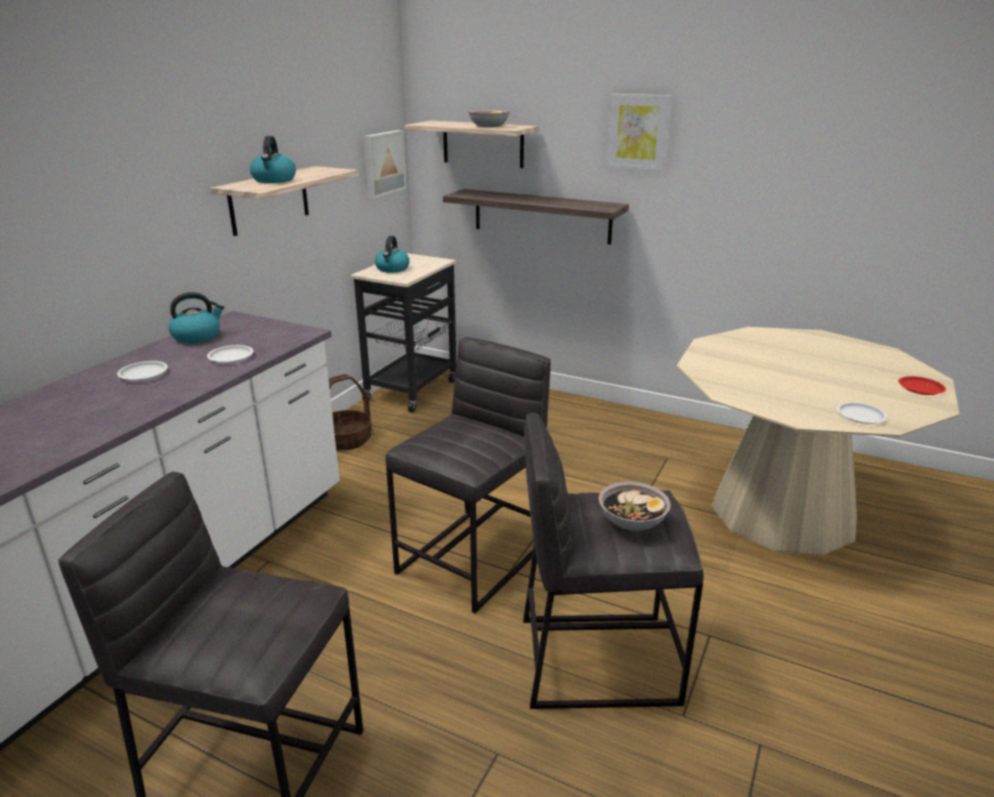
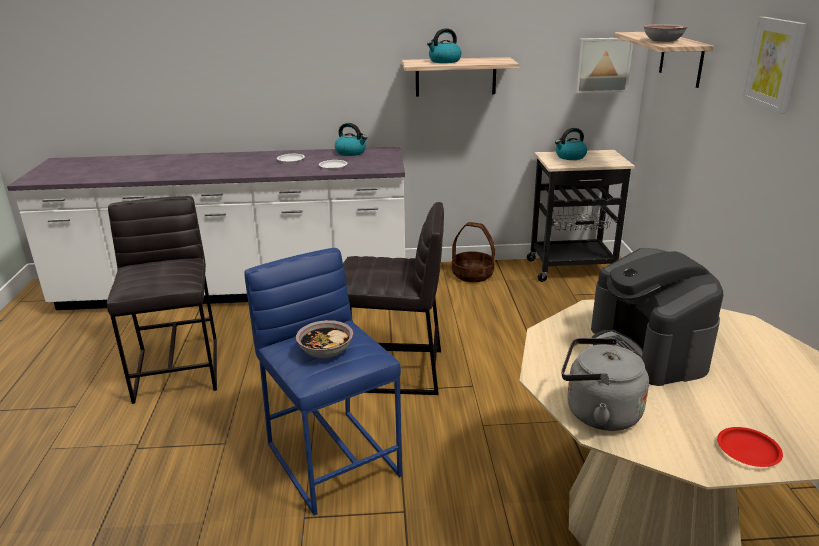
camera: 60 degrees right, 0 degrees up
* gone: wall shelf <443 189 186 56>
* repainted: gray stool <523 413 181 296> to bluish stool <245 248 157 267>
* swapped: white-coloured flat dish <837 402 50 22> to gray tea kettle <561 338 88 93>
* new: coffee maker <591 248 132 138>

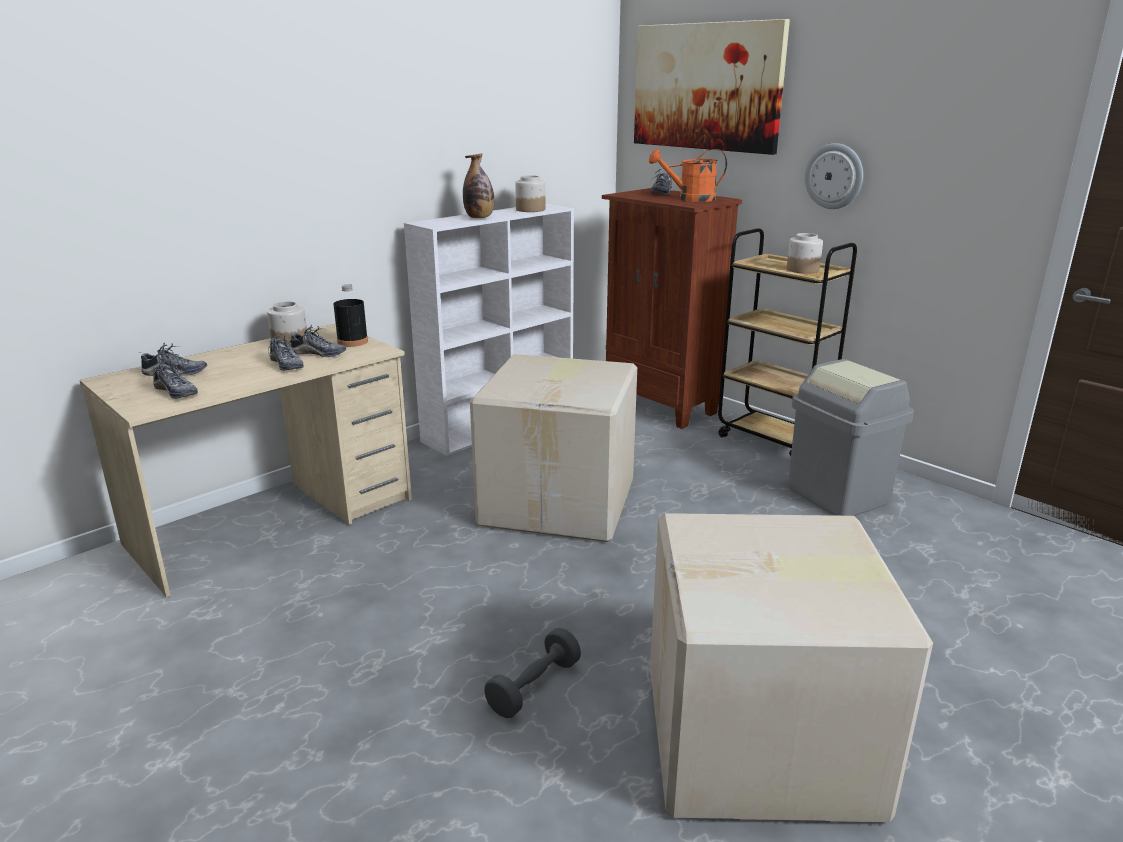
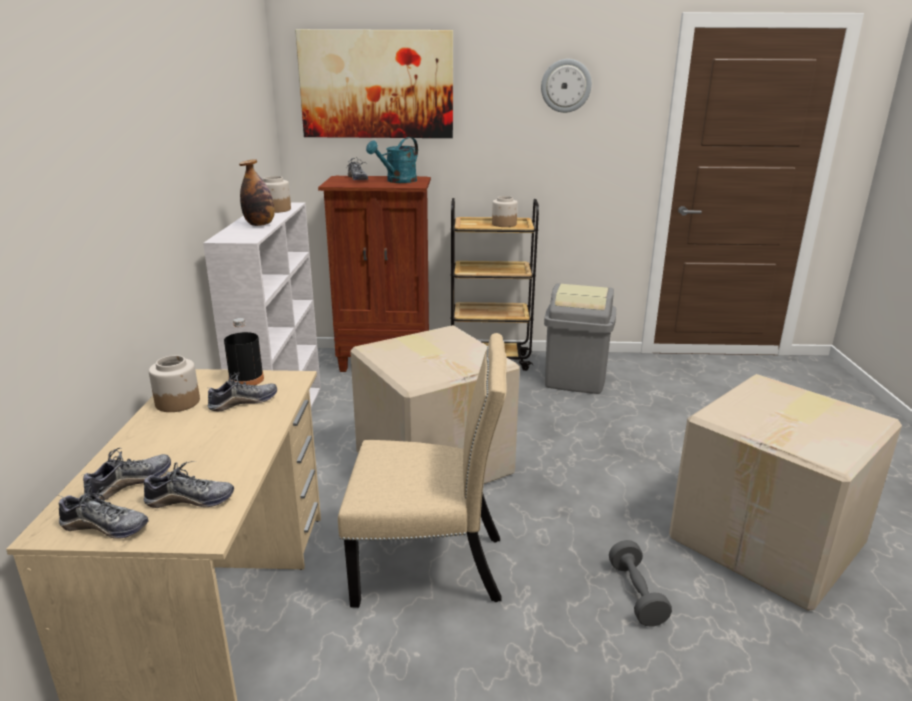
camera: 45 degrees left, 0 degrees up
* shifted: low shoe <268 334 36 37> to <59 486 90 53>
* repainted: orange watering pot <649 149 78 53> to turquoise-coloured watering pot <366 137 52 46>
* shifted: clock on the wall <805 143 58 66> to <541 59 51 54>
* new: sand-coloured plain chair <338 333 169 275>

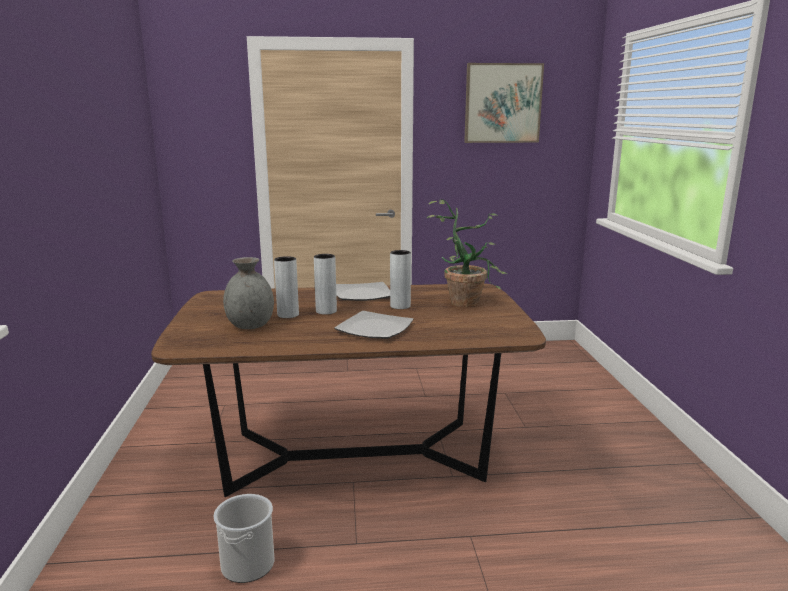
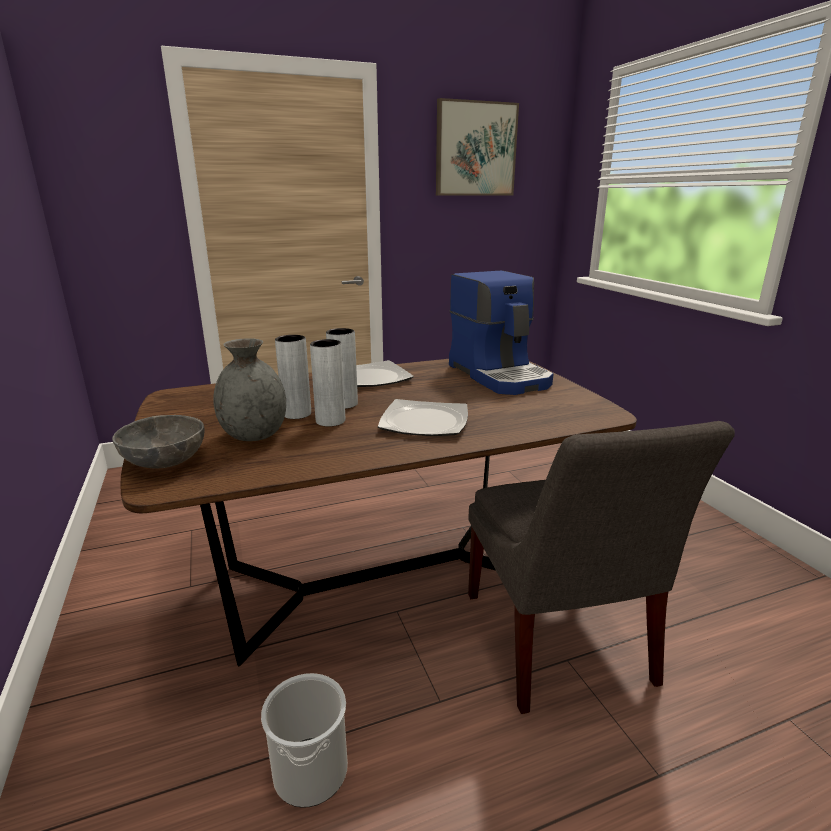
camera: 15 degrees left, 5 degrees up
* shifted: gray decorative vase <390 250 21 59> to <310 339 35 88>
* swapped: plant in a pot <427 199 80 108> to coffee maker <449 271 104 124>
* new: gray bowl <112 415 93 54>
* new: gray plain chair <468 421 267 293>

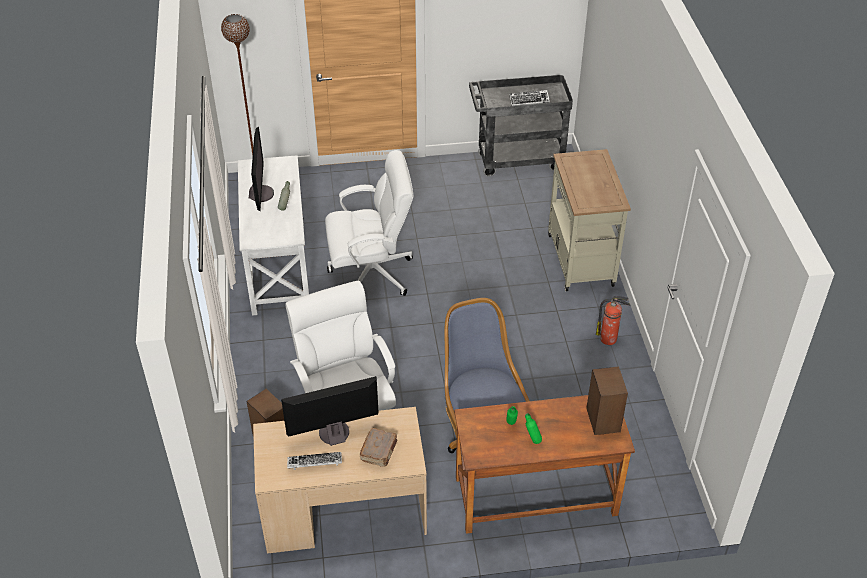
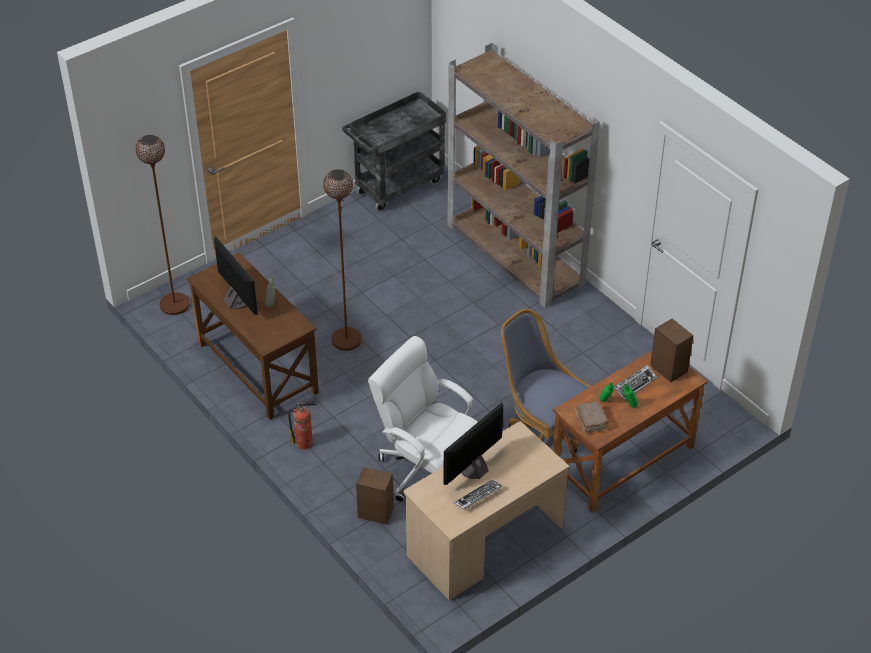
camera: 30 degrees left, 0 degrees up
* repainted: white-coloured desk unit <238 155 71 160> to brownish desk unit <187 253 132 167>
* swapped: white-coloured computer chair <325 150 88 146> to brownish standing lamp <323 169 39 182>
* shifted: brownish bound book <360 428 37 39> to <575 401 34 32>
* shifted: computer keyboard <509 90 41 16> to <614 365 43 35>
* swapped: sand-coloured trolley <548 149 83 142> to brownish bookshelf <448 43 152 265>
* shifted: fire extinguisher <596 296 34 49> to <288 398 29 51>

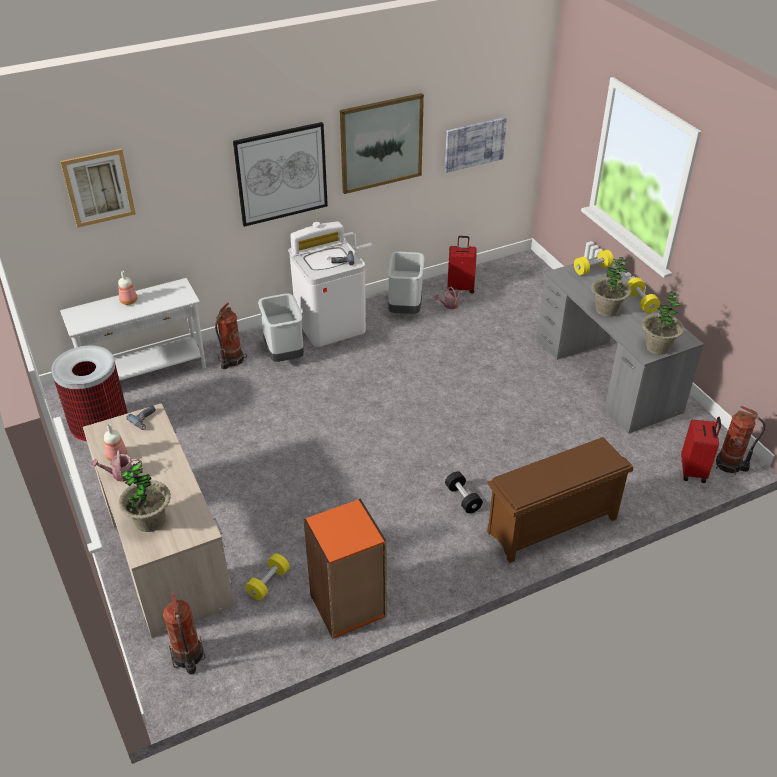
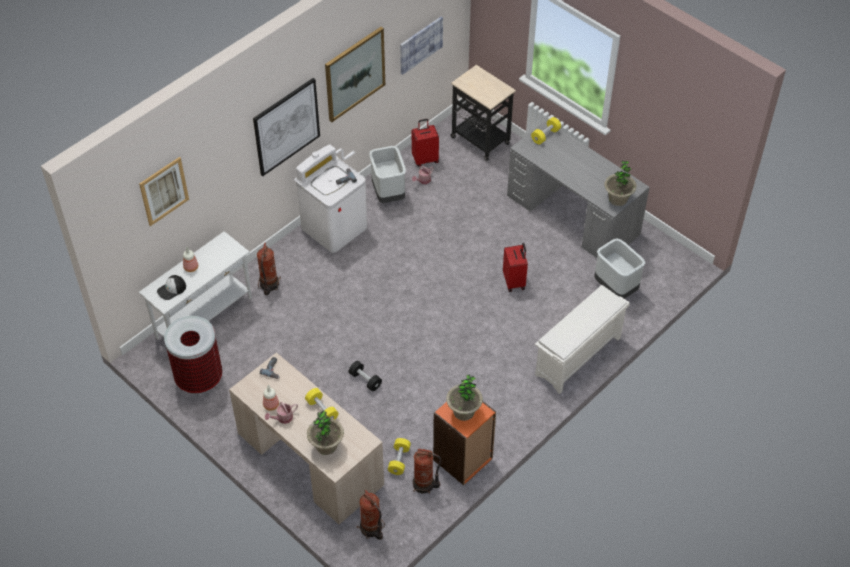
camera: 20 degrees left, 10 degrees up
* shifted: gray rubbish bin <258 293 46 69> to <594 238 52 61>
* shifted: black-coloured free weight <445 471 38 42> to <349 361 33 30>
* repainted: brownish shoe stand <487 437 147 126> to white-coloured shoe stand <535 285 95 109>
* shifted: plant in a pot <591 257 40 60> to <446 375 37 46>
* shifted: yellow-coloured free weight <627 277 33 36> to <305 388 33 31>
* shifted: red-coloured travel case <681 417 40 66> to <503 243 25 49>
* shifted: fire extinguisher <716 406 49 69> to <413 449 28 45>
* new: peaked cap <157 275 29 25>
* new: trolley <451 65 65 96>

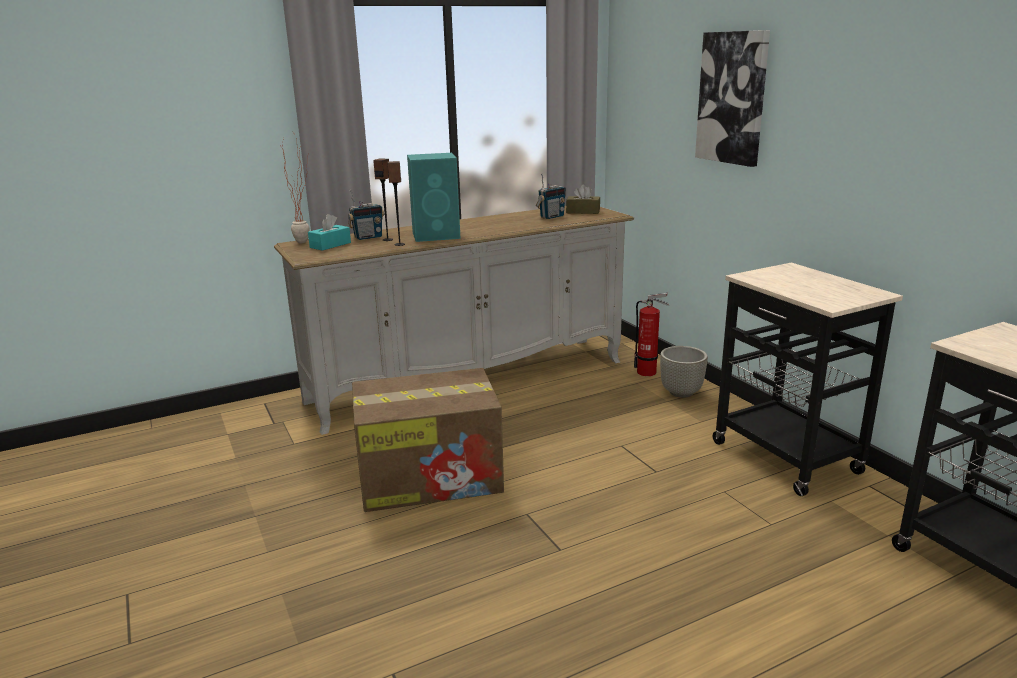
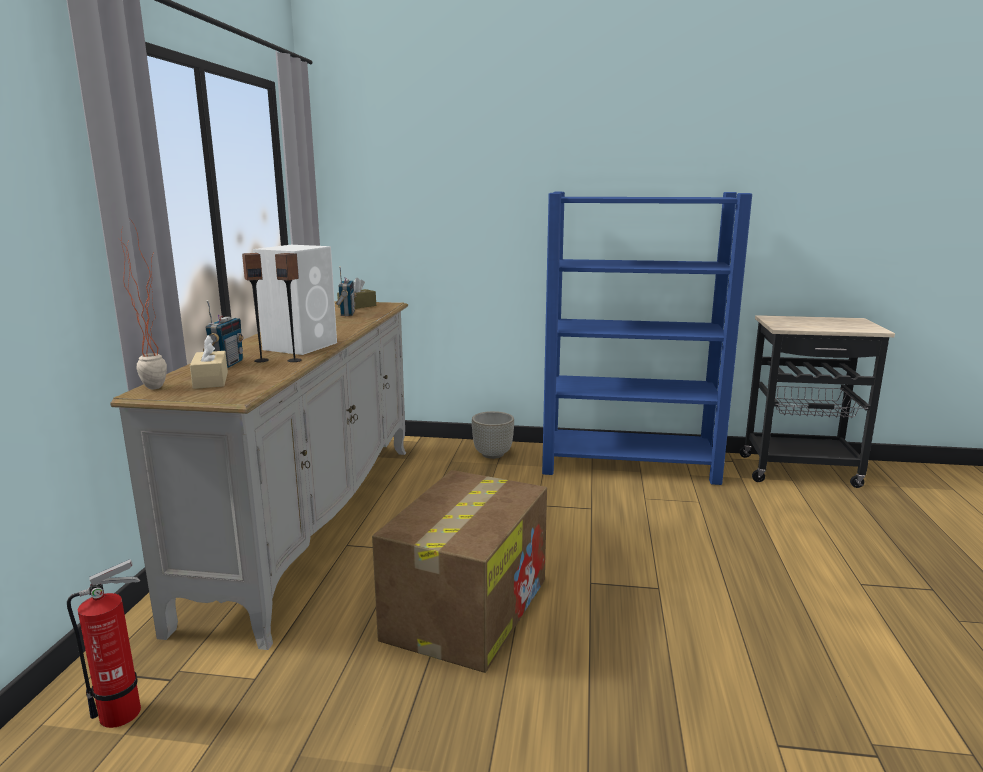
camera: 55 degrees left, 5 degrees down
* repainted: turquoise-coloured tissue box <308 214 43 37> to sand-coloured tissue box <190 335 38 54>
* repainted: turquoise-coloured speaker <407 153 54 89> to white-coloured speaker <253 245 84 110>
* shifted: fire extinguisher <634 293 35 83> to <67 559 74 169>
* gone: picture <695 30 75 137>
* swapped: trolley <713 263 190 233> to bluish bookshelf <542 192 210 293>

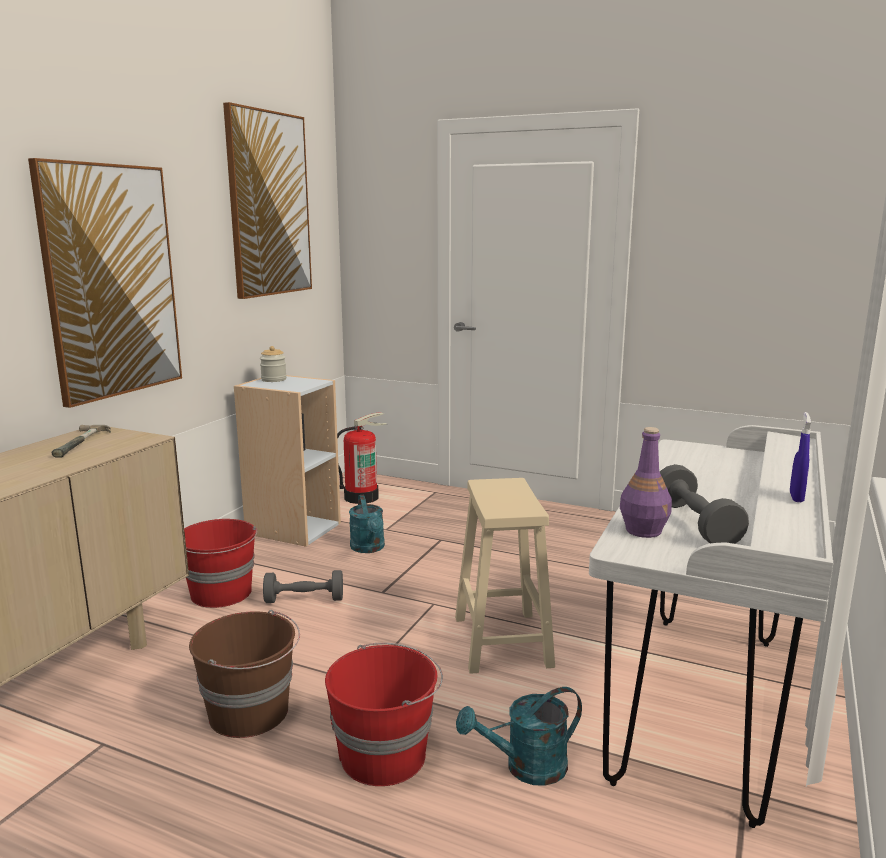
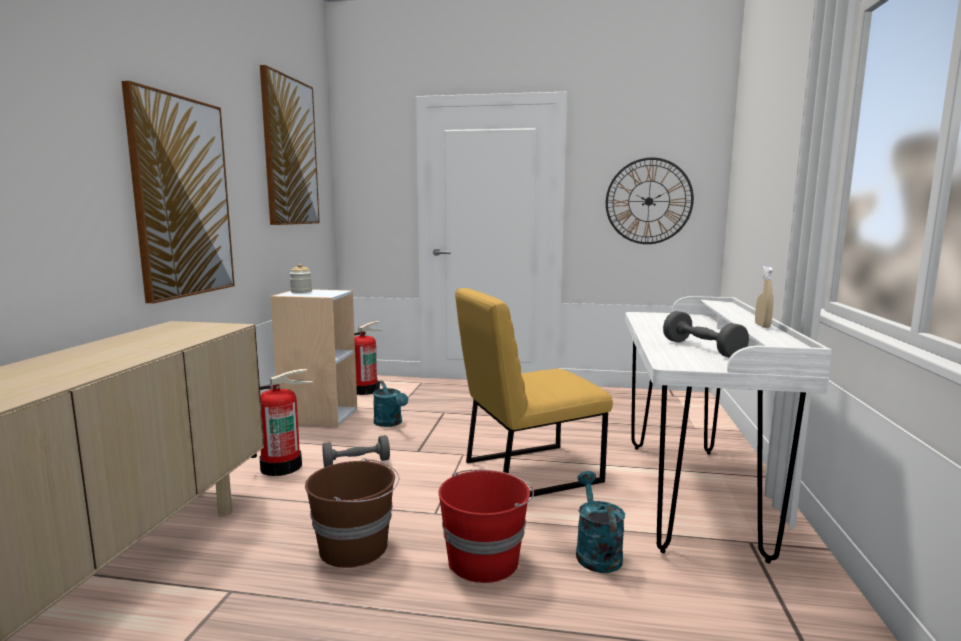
camera: 15 degrees left, 5 degrees down
* gone: hand hammer <52 425 59 33>
* swapped: red-coloured water bucket <184 519 73 89> to fire extinguisher <251 369 61 107>
* swapped: sand-coloured stool <455 478 100 196> to yellow-coloured plain chair <455 288 158 209>
* rotated: turquoise-coloured watering pot <456 687 126 99> = <576 471 49 102> 120 degrees clockwise
* gone: purple-coloured beverage bottle <620 427 52 111>
* repainted: bluish sprayer <790 412 21 90> to sand-coloured sprayer <755 266 18 62>
* new: clock on the wall <606 157 88 87>

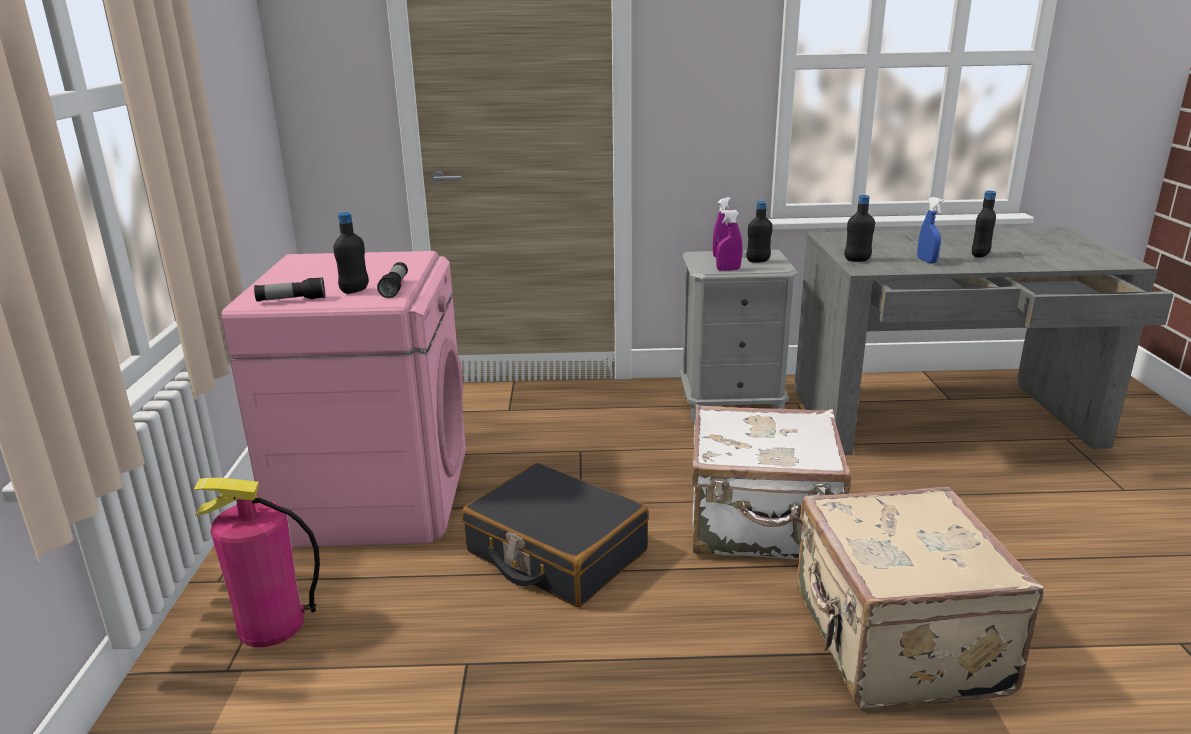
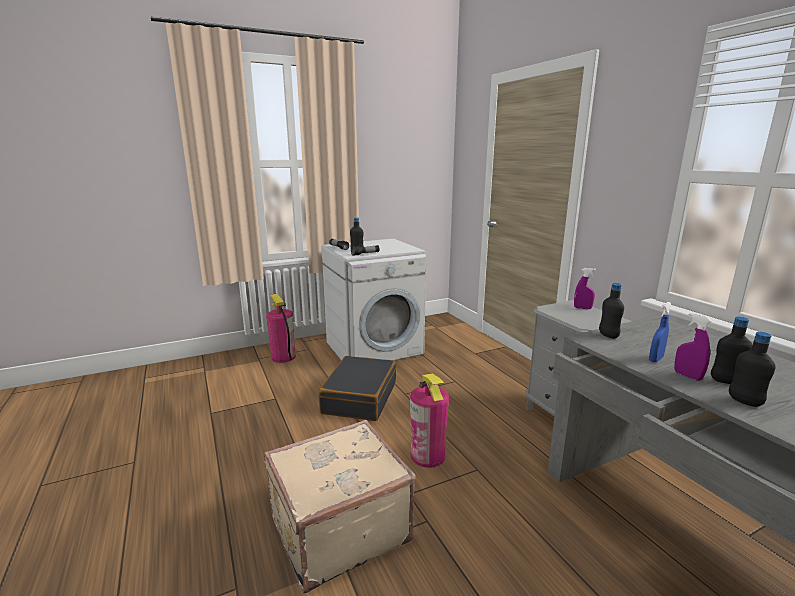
camera: 65 degrees right, 5 degrees down
* repainted: pink-coloured laundry appliance <221 251 245 296> to white-coloured laundry appliance <321 239 105 122>
* swapped: white-coloured travel case <691 405 160 154> to fire extinguisher <410 373 39 95>
* shifted: purple-coloured sprayer <716 210 26 61> to <674 313 38 68>
* shifted: black-coloured beverage bottle <747 201 25 62> to <729 332 47 75>

